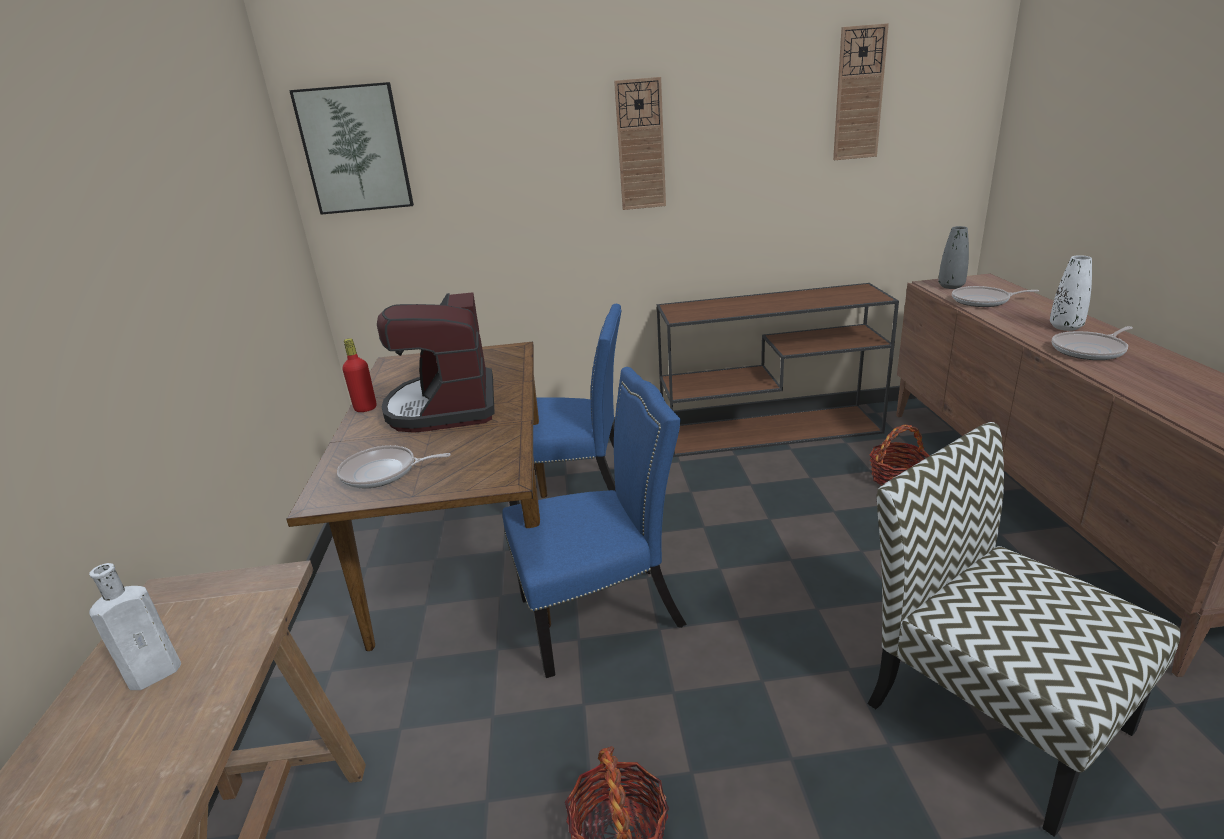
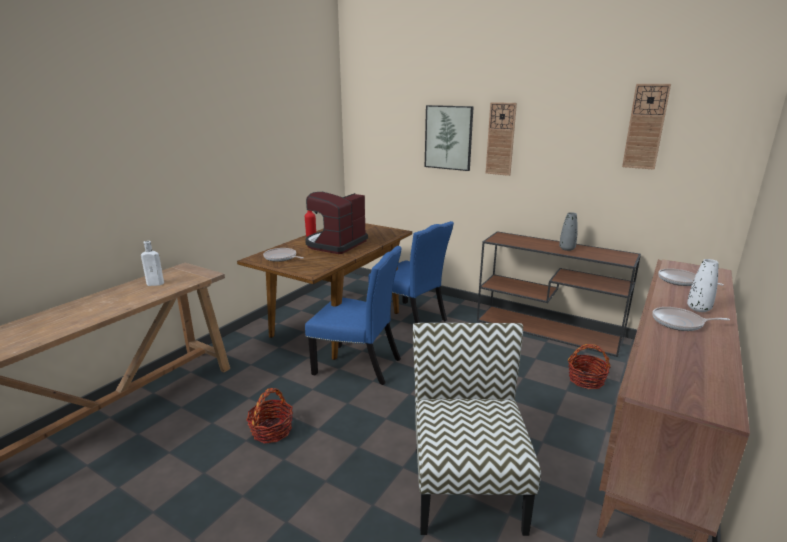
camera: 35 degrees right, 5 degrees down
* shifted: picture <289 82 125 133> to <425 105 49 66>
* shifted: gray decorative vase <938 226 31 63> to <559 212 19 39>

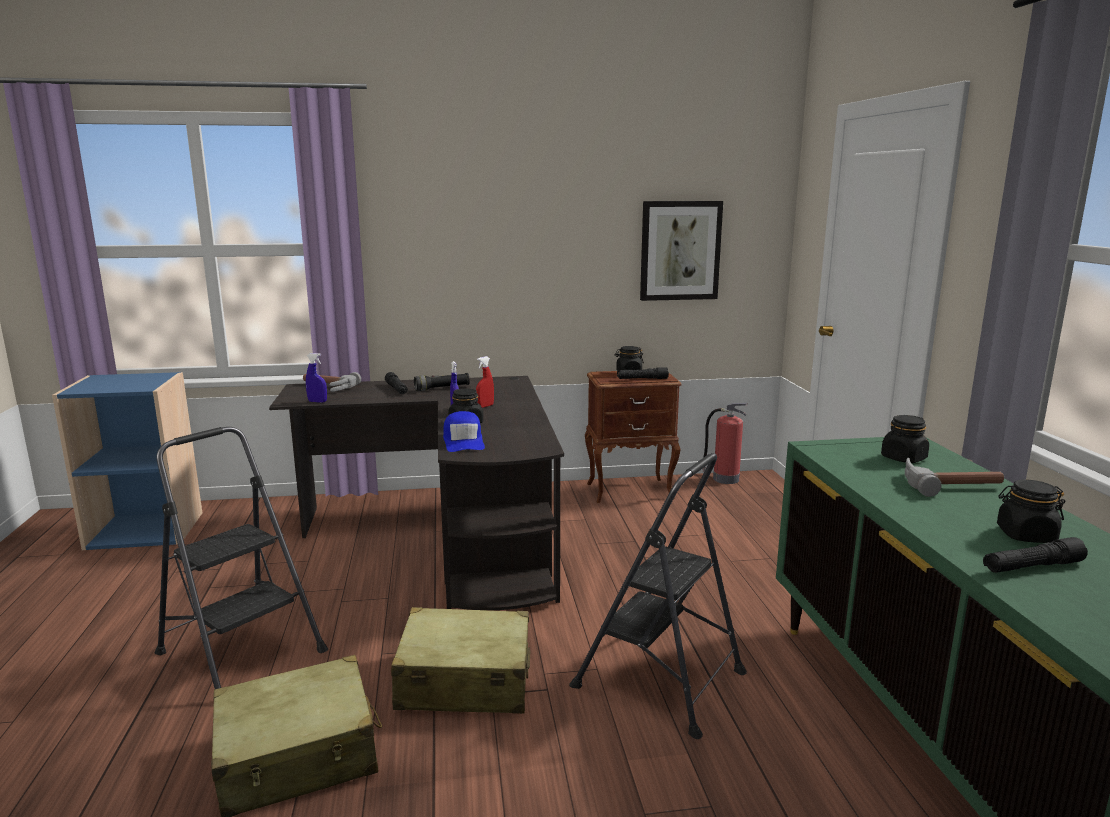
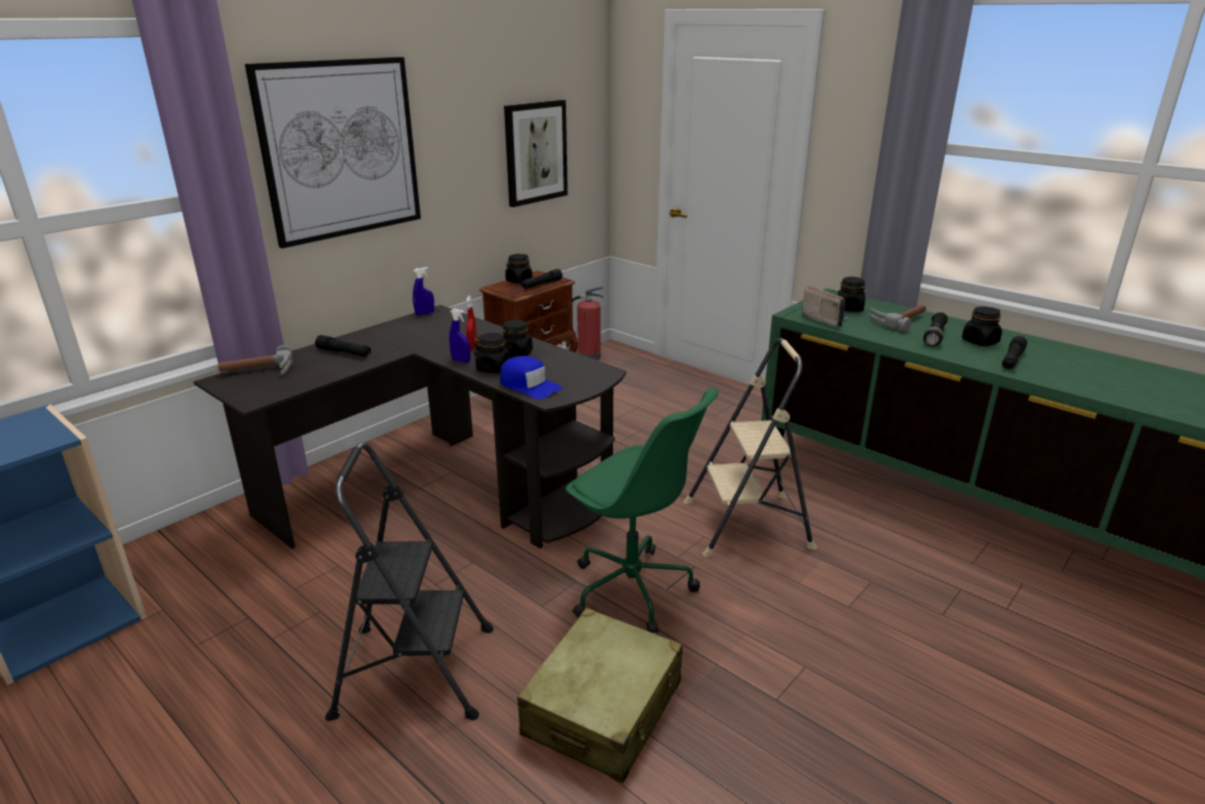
camera: 40 degrees left, 10 degrees up
* shifted: bluish sprayer <306 353 21 50> to <413 267 21 48>
* swapped: sand-coloured travel case <391 607 139 107> to green computer chair <566 388 153 245>
* shifted: black-coloured flashlight <414 373 56 18> to <924 312 24 35>
* repainted: black-coloured step stool <569 453 178 286> to sand-coloured step stool <683 338 134 219>
* new: picture <245 57 176 191>
* new: black-coloured preserve jar <502 320 31 38>
* new: radio set <802 286 45 42>

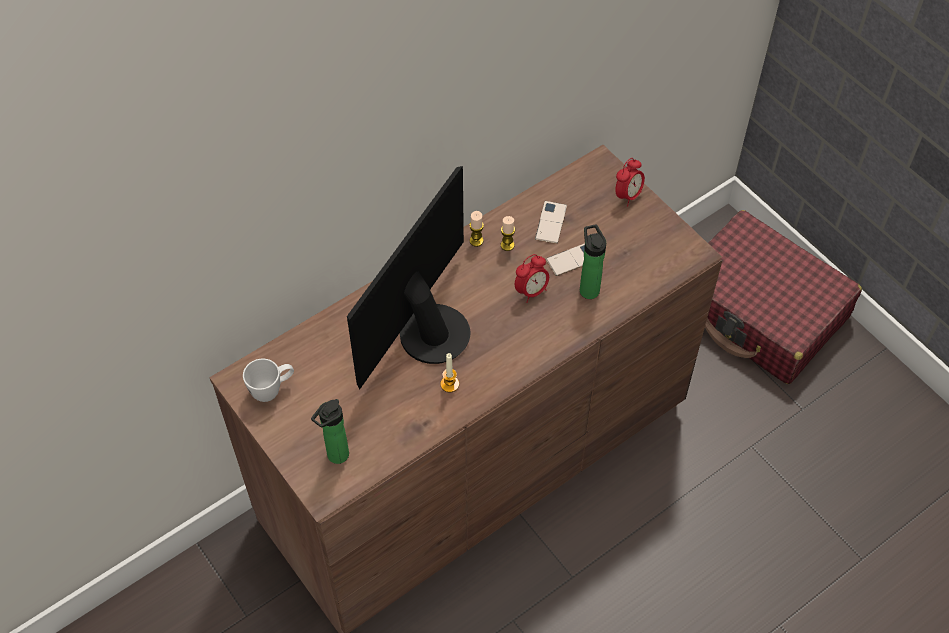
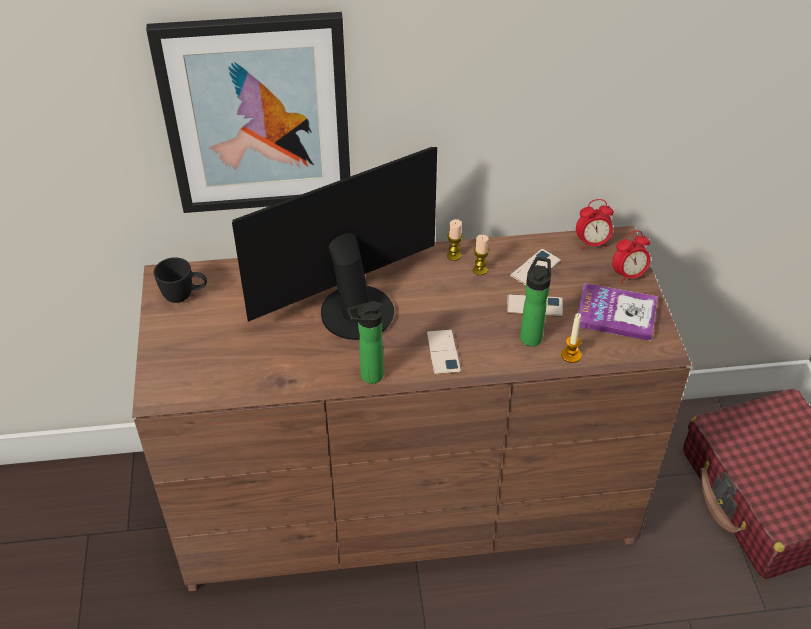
camera: 30 degrees right, 10 degrees down
* repainted: white-coloured tea mug <243 359 51 43> to black-coloured tea mug <154 257 53 46>
* shifted: beverage bottle <311 399 38 65> to <347 301 37 83>
* shifted: wax candle <440 353 19 40> to <561 313 20 50>
* shifted: alarm clock <515 254 34 49> to <576 199 38 51>
* new: picture <146 12 204 201>
* new: phone <427 329 34 46>
* new: bound book <578 283 80 58>

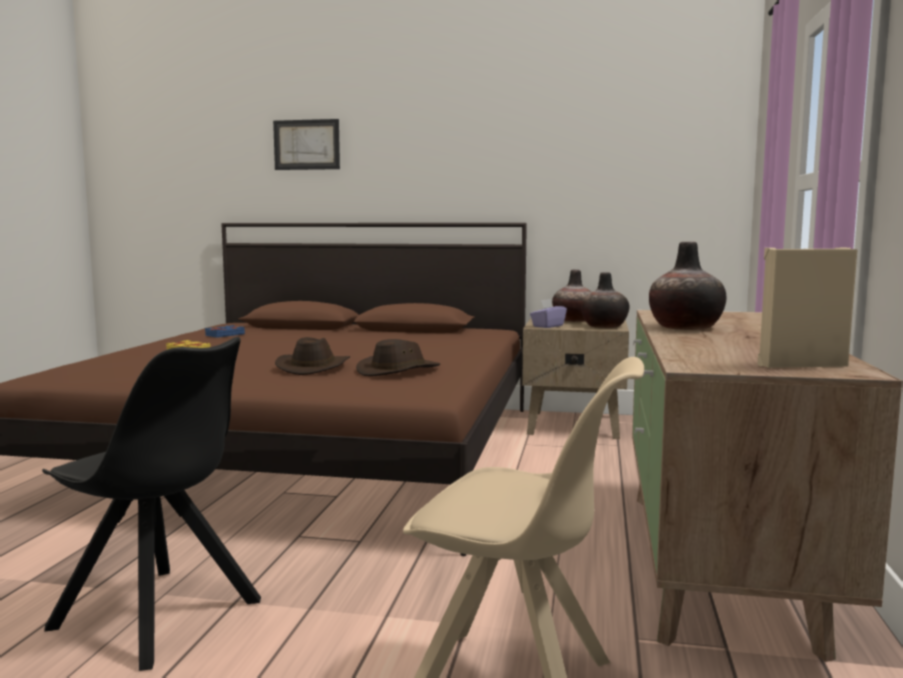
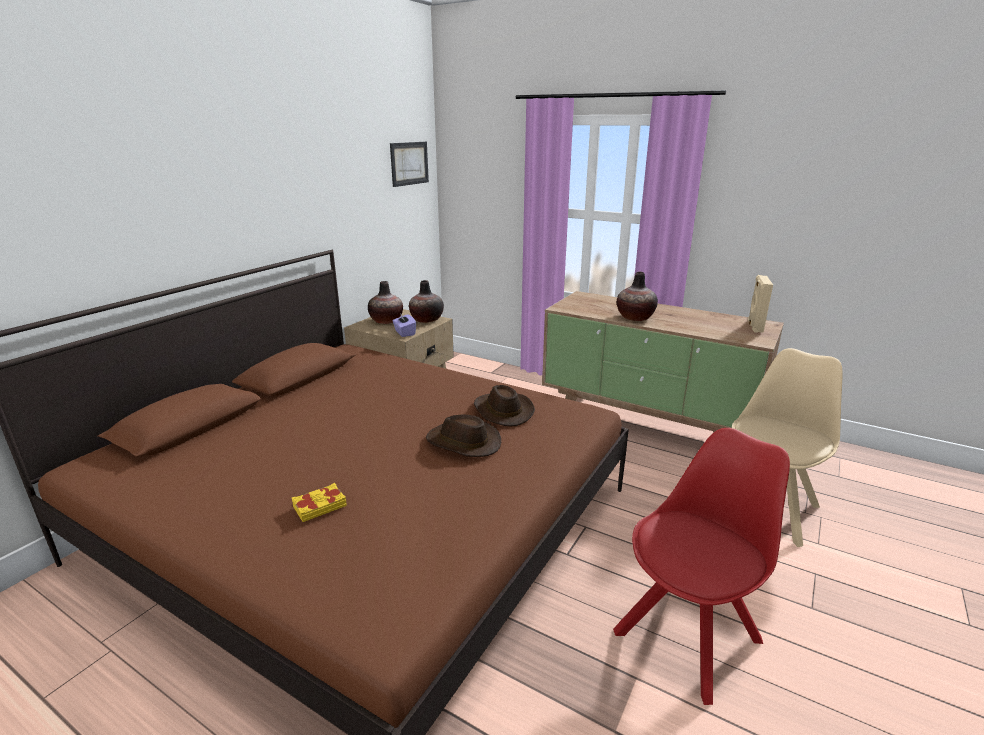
camera: 70 degrees left, 15 degrees up
* repainted: black-coloured plain chair <42 337 219 334> to red-coloured plain chair <613 428 177 277>
* gone: bluish bound book <205 325 40 13>
* shifted: picture <273 119 67 51> to <390 142 39 45>

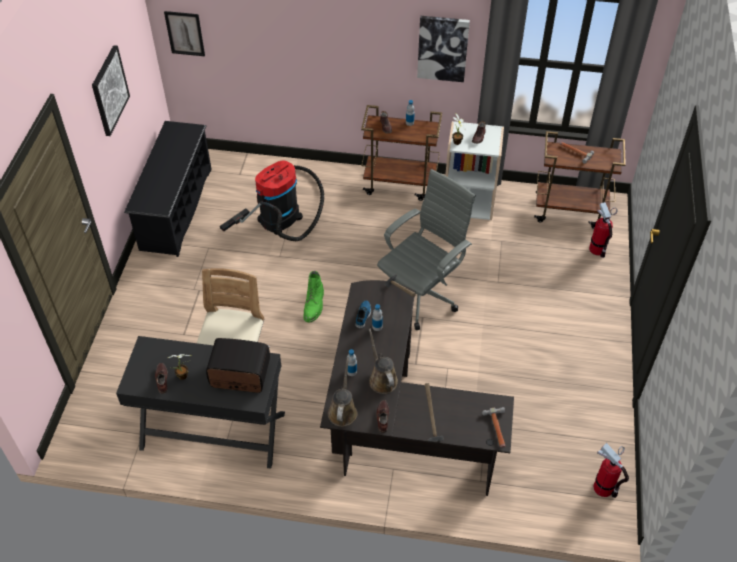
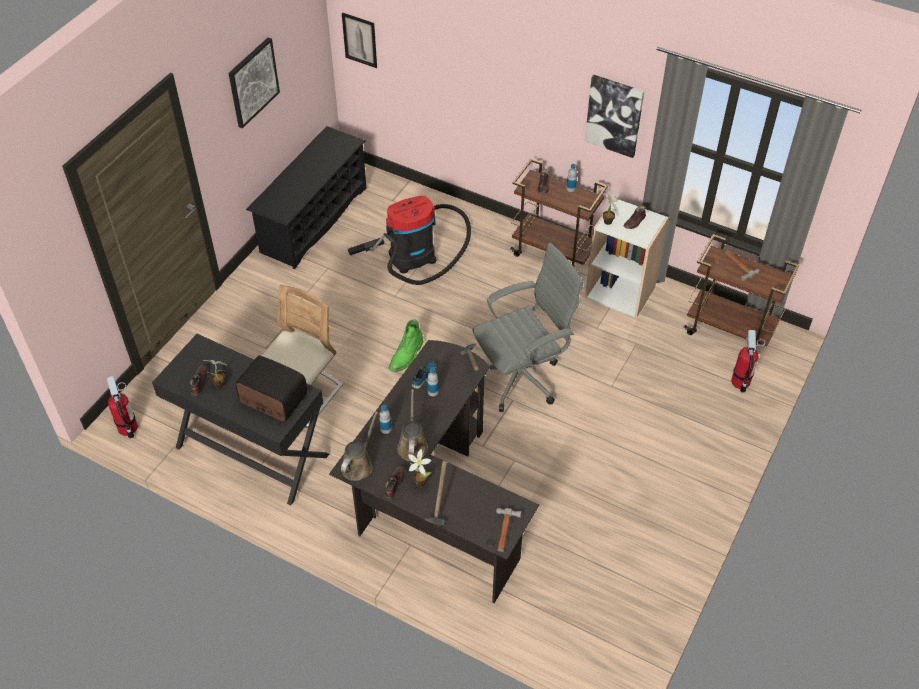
camera: 20 degrees right, 0 degrees up
* shifted: fire extinguisher <593 443 36 55> to <107 376 31 63>
* new: plant in a pot <408 449 23 38>

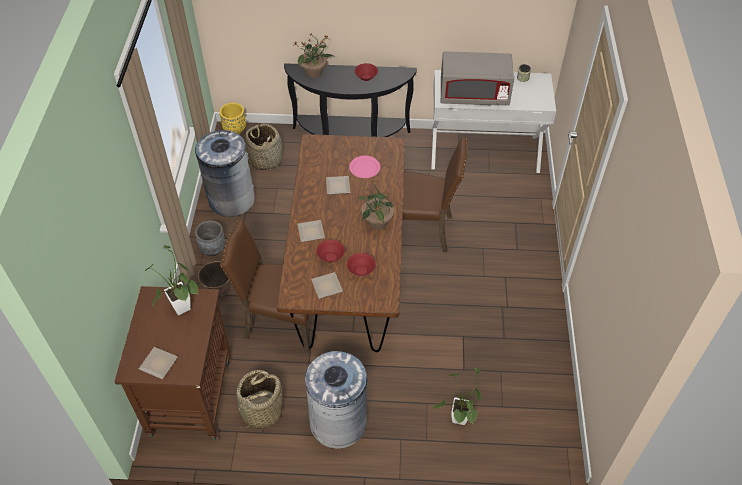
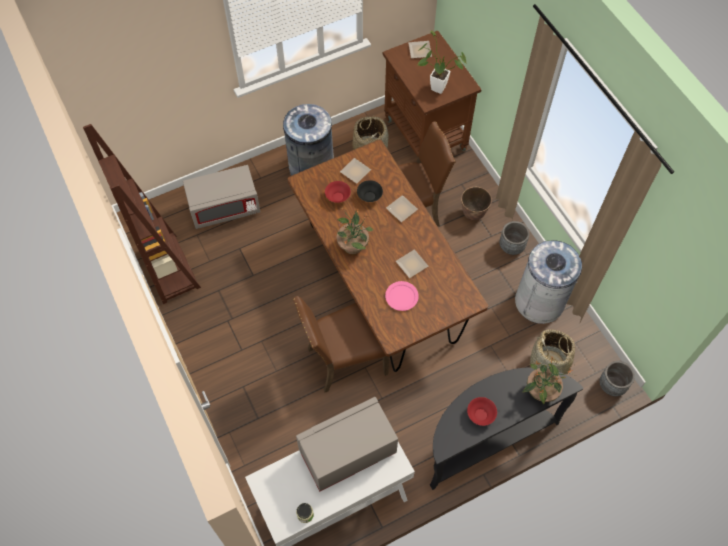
camera: 150 degrees right, 10 degrees up
* repainted: yellow-coloured planter <219 103 27 31> to gray planter <600 361 35 35>
* repainted: red-coloured bowl <316 240 29 22> to black-coloured bowl <357 180 26 22>
* swapped: plant in a pot <432 367 50 58> to gray microwave <183 165 77 64>
* new: brownish bookshelf <83 124 118 180>

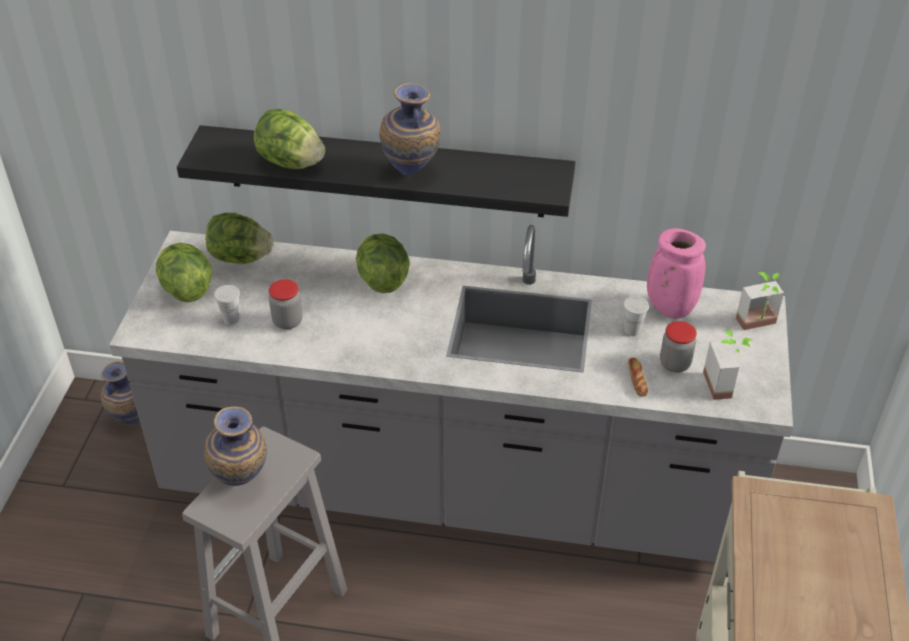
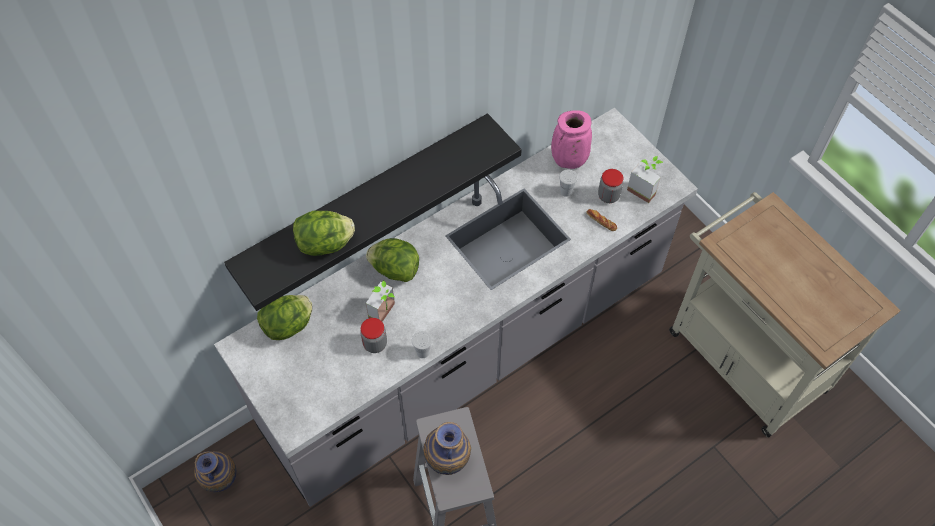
camera: 45 degrees left, 15 degrees up
* gone: lettuce <156 243 56 59>
* shifted: white-coloured small cup <214 285 26 40> to <412 331 20 27>
* gone: decorative vase <380 83 60 92>
* shifted: plant in a pot <736 272 48 58> to <366 280 29 42>

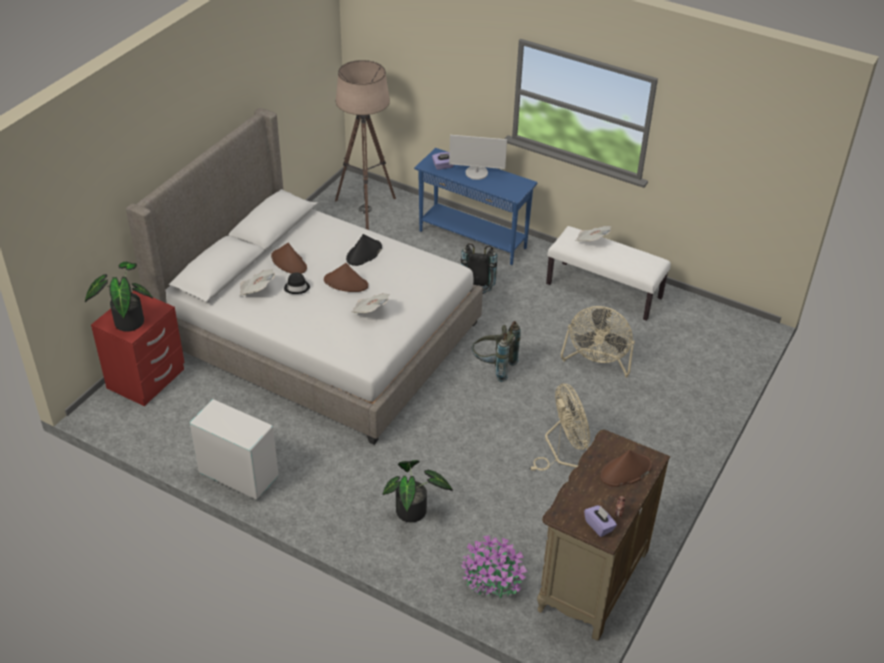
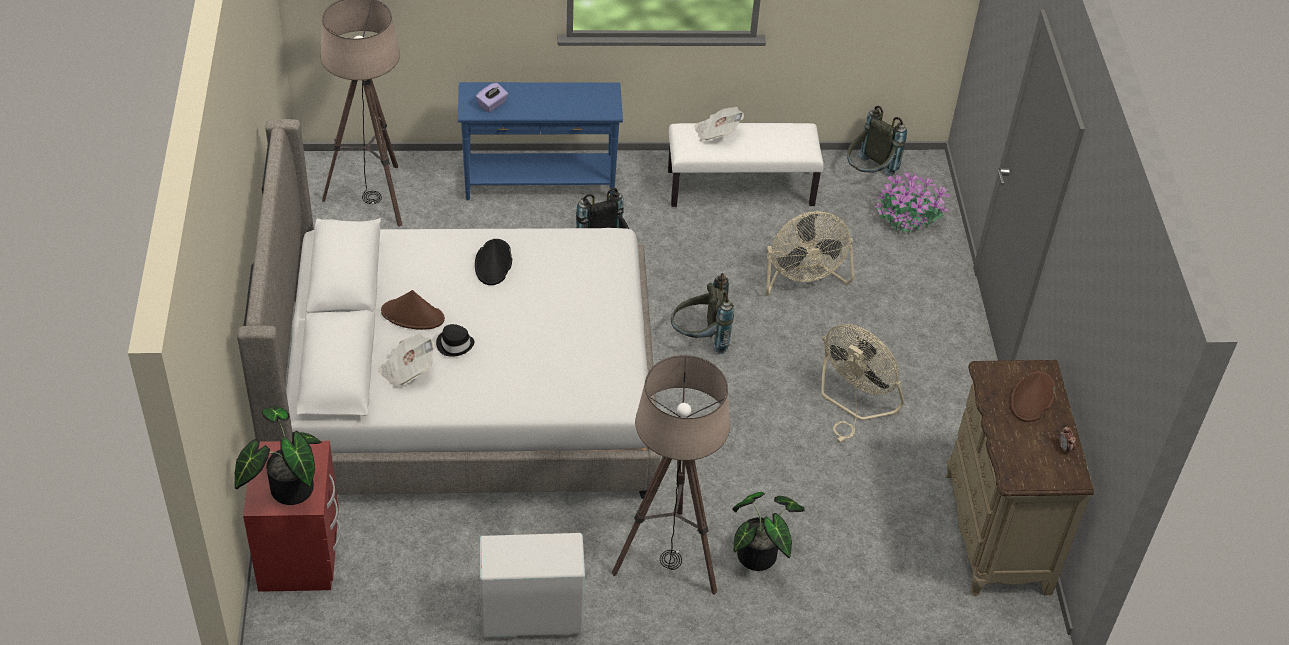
camera: 35 degrees left, 5 degrees up
* gone: brownish clothing hat <324 263 44 29>
* gone: newspaper <351 293 39 20>
* gone: computer screen <449 135 58 45>
* shifted: plant in a pot <461 535 67 63> to <875 171 75 62>
* gone: purple-coloured tissue box <584 505 33 32>
* new: standing lamp <612 355 118 240>
* new: gray rucksack <847 106 60 70>

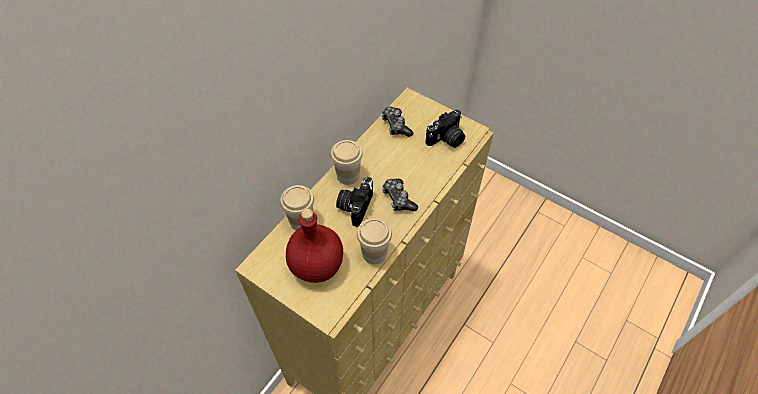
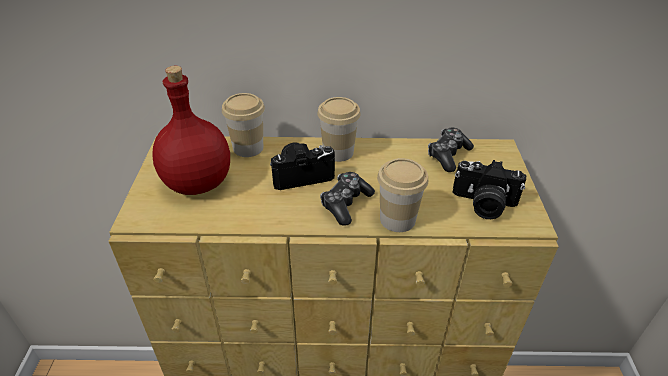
camera: 55 degrees right, 15 degrees down
* shifted: small cup <357 218 35 46> to <377 158 51 74>

